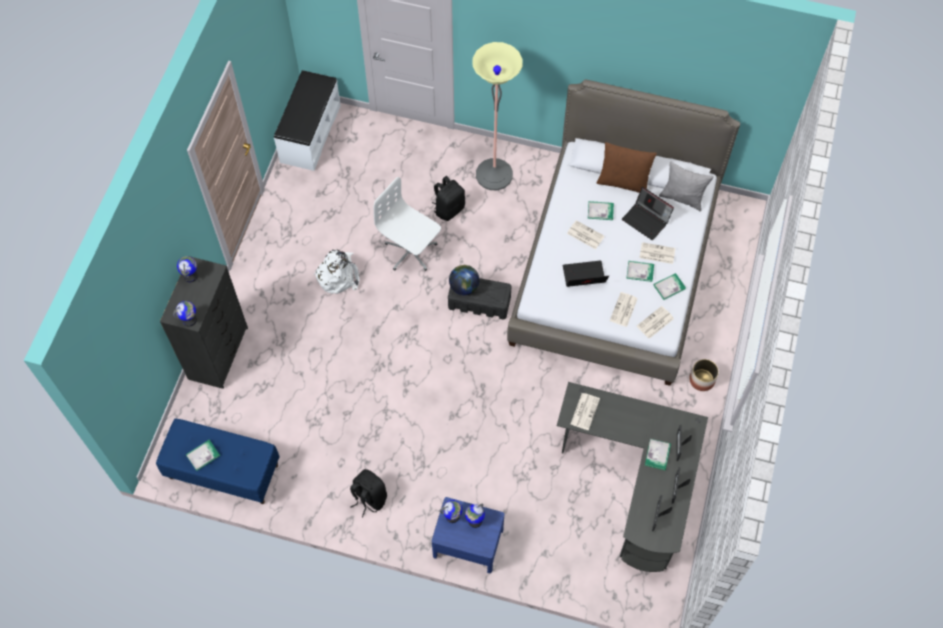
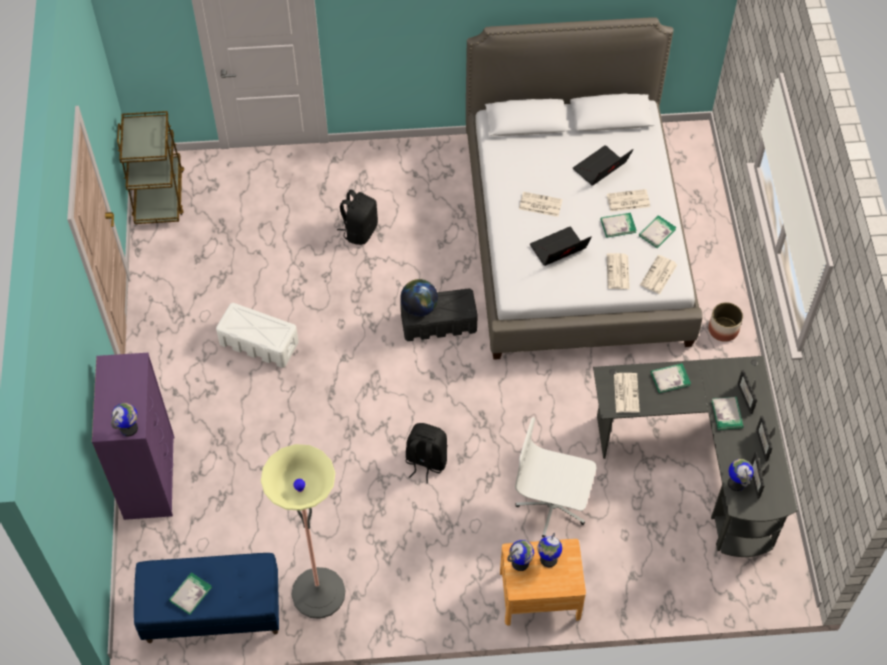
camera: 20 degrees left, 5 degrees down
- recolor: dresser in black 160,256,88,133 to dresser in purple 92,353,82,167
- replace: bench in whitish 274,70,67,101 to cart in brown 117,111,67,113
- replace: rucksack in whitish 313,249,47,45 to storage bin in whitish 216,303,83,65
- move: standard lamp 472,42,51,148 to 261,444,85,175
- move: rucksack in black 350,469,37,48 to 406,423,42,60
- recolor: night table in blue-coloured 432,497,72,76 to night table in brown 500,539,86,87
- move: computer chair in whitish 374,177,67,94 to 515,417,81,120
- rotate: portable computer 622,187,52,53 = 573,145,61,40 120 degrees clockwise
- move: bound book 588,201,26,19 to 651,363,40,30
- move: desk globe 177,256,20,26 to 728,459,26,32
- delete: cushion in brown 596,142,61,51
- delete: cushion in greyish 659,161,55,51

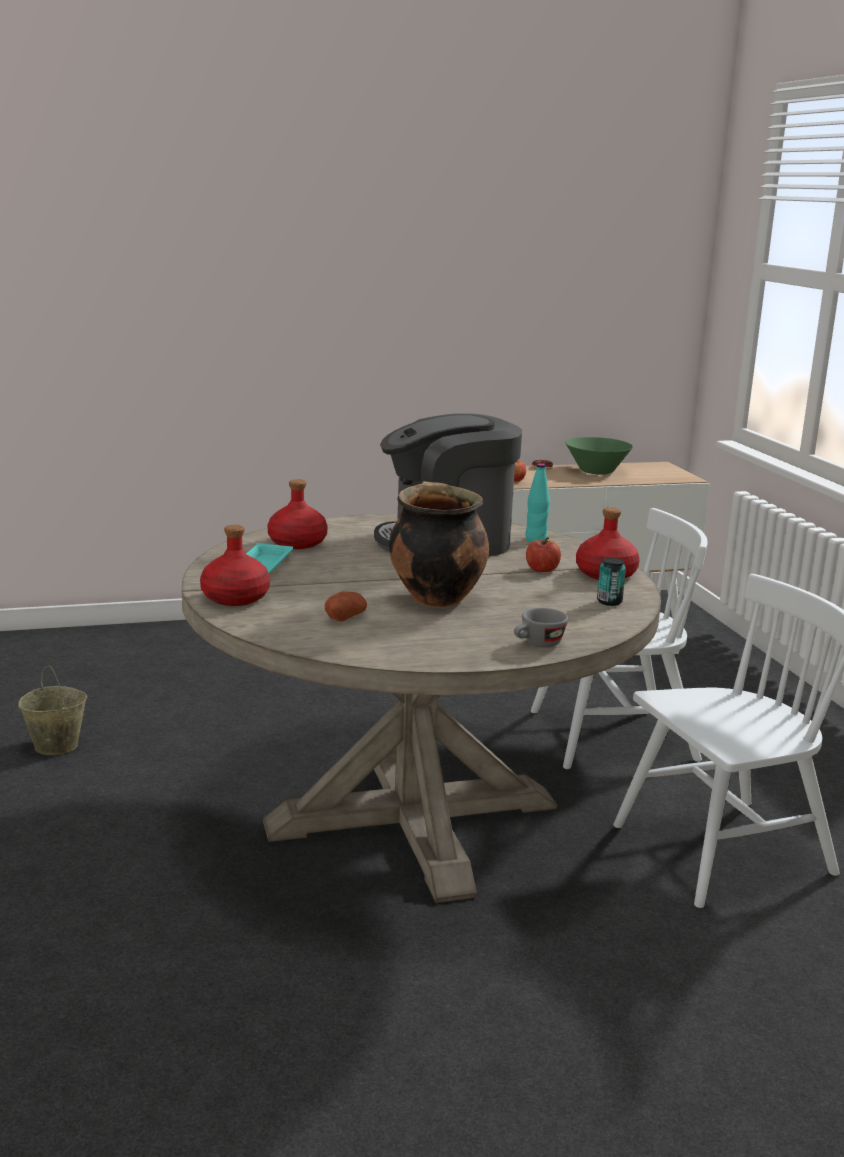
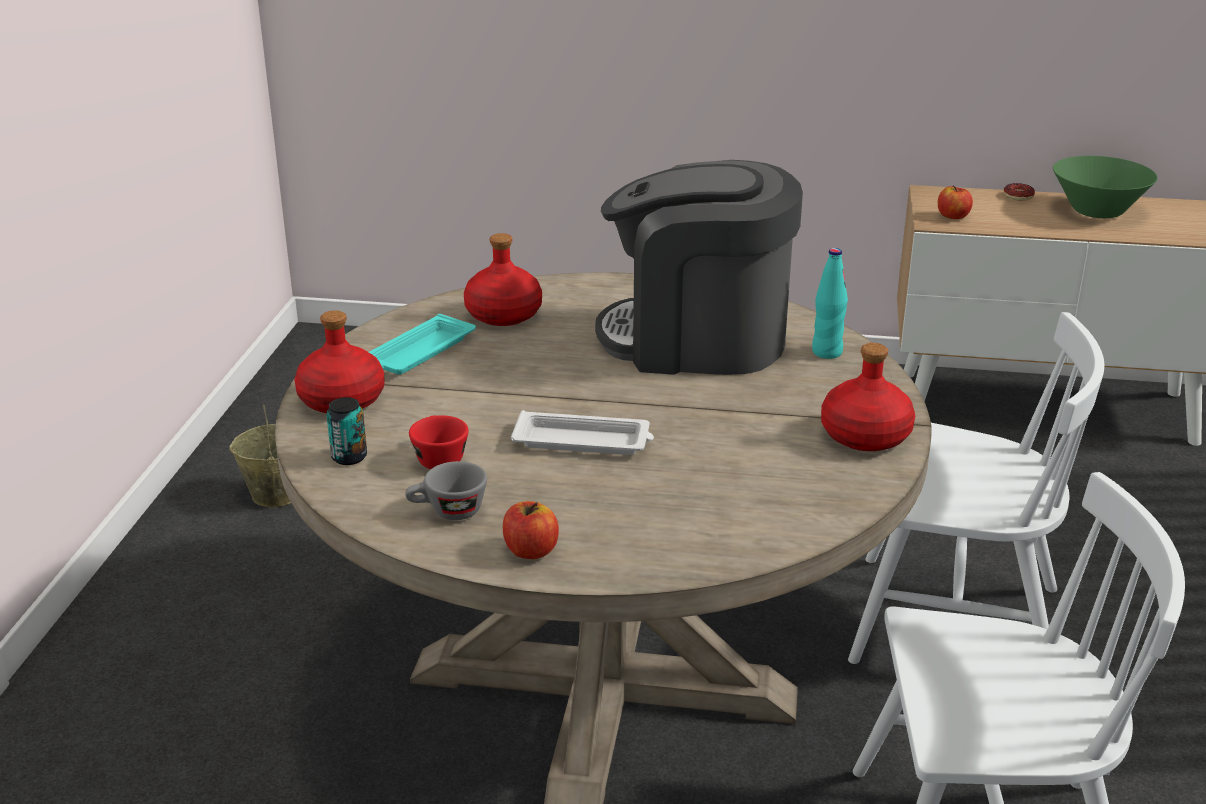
camera: 25 degrees right, 10 degrees up
- move: can 597,558,29,48 to 326,397,41,68
- move: drinking cup in greyish 514,608,54,40 to 405,461,82,59
- replace: potato 325,591,42,30 to drinking cup in reddish 409,415,59,54
- move: apple fruit 526,537,35,35 to 503,501,56,58
- replace: saucepot 389,481,100,126 to tray in whitish 511,410,143,45

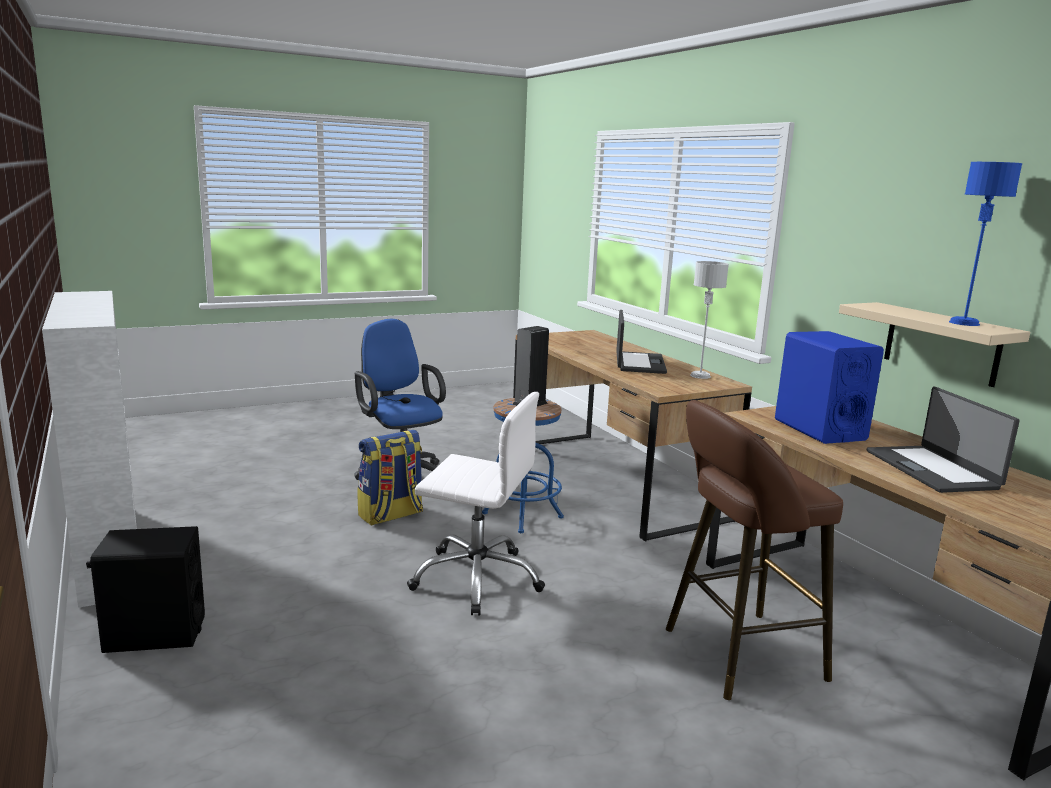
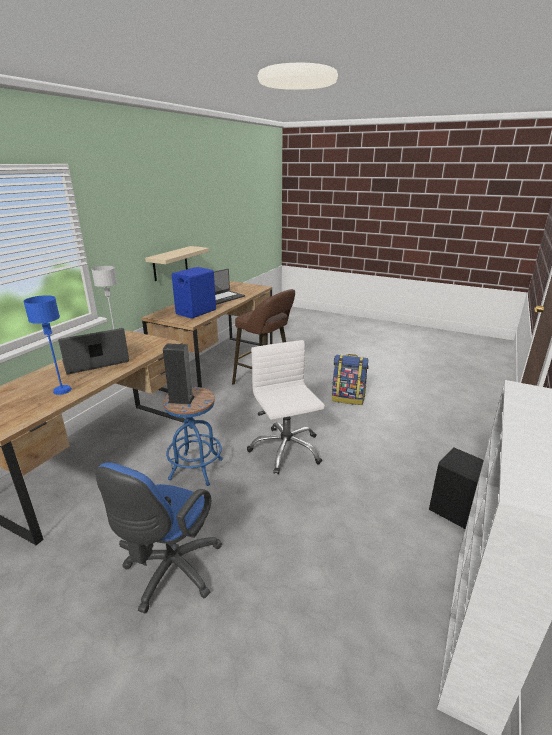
camera: 125 degrees left, 10 degrees up
- move: lamp for a table in blue-coloured 949,162,73,164 to 23,295,49,100
- move: rucksack 357,430,66,96 to 332,354,36,51

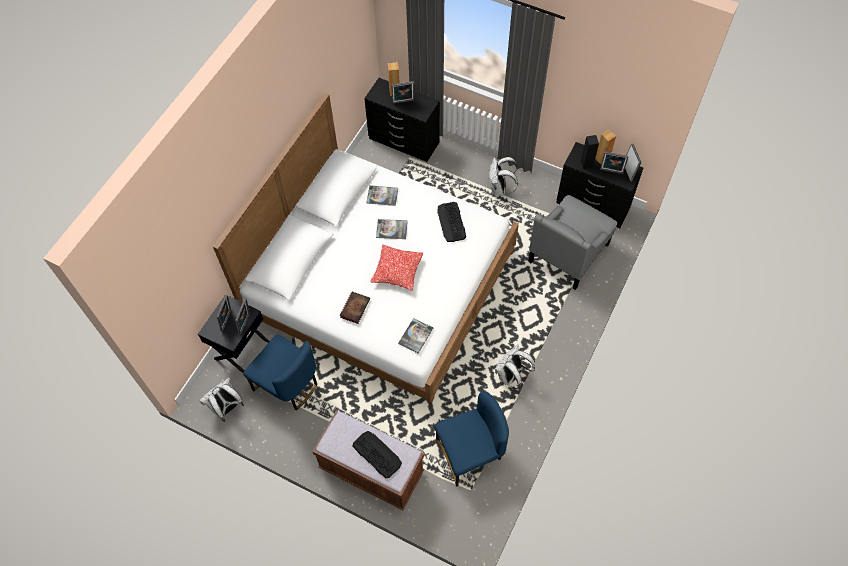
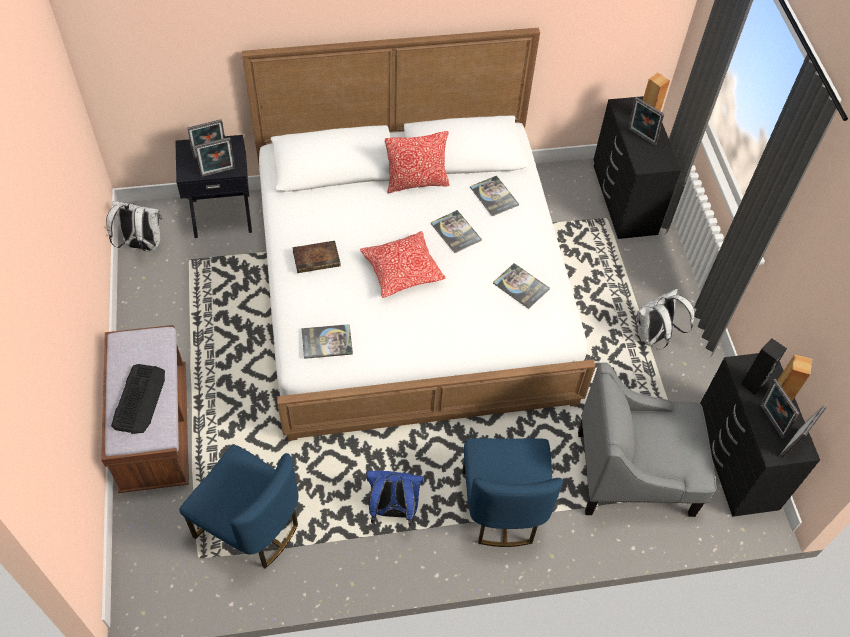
camera: 50 degrees right, 5 degrees down
- recolor: rucksack in whitish 495,344,40,45 to rucksack in blue-coloured 366,471,58,55
- insert: cushion 385,131,64,62
- move: plain chair in blue-coloured 243,334,74,76 to 462,438,101,109
- replace: PC keyboard 437,202,29,40 to bound book 493,263,57,46

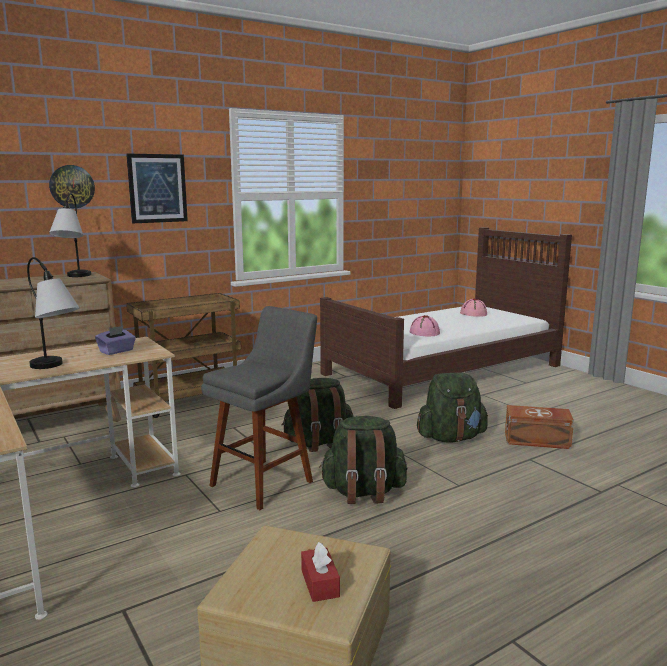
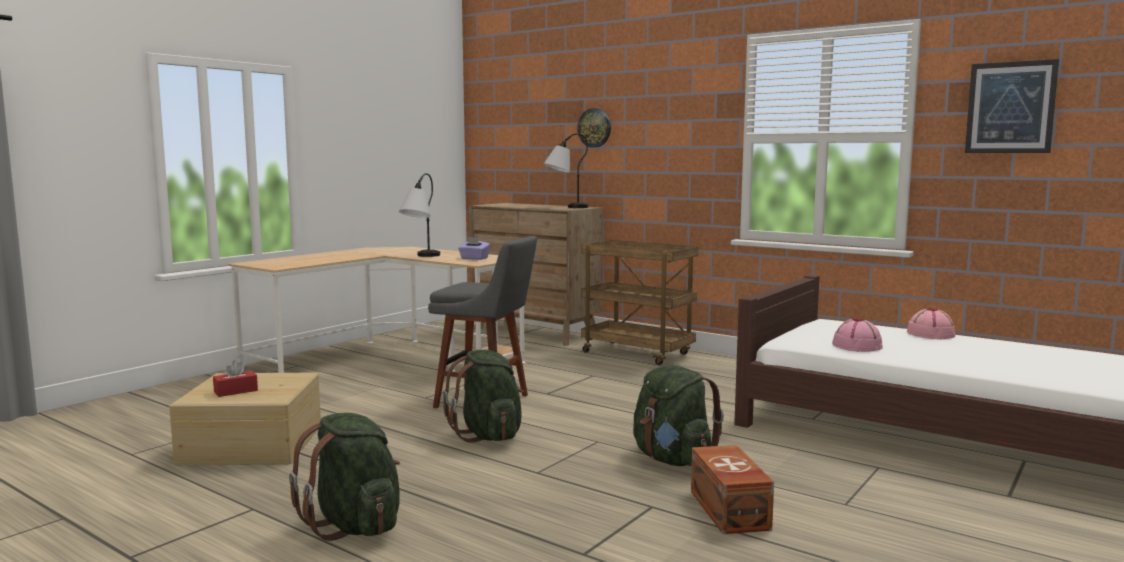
camera: 70 degrees right, 5 degrees down
- move: rucksack in green-coloured 282,378,72,74 to 289,413,111,128
- move: clothing hat in pink-coloured 460,299,27,18 to 907,308,49,31
- move: wall art 126,153,62,70 to 965,59,94,94

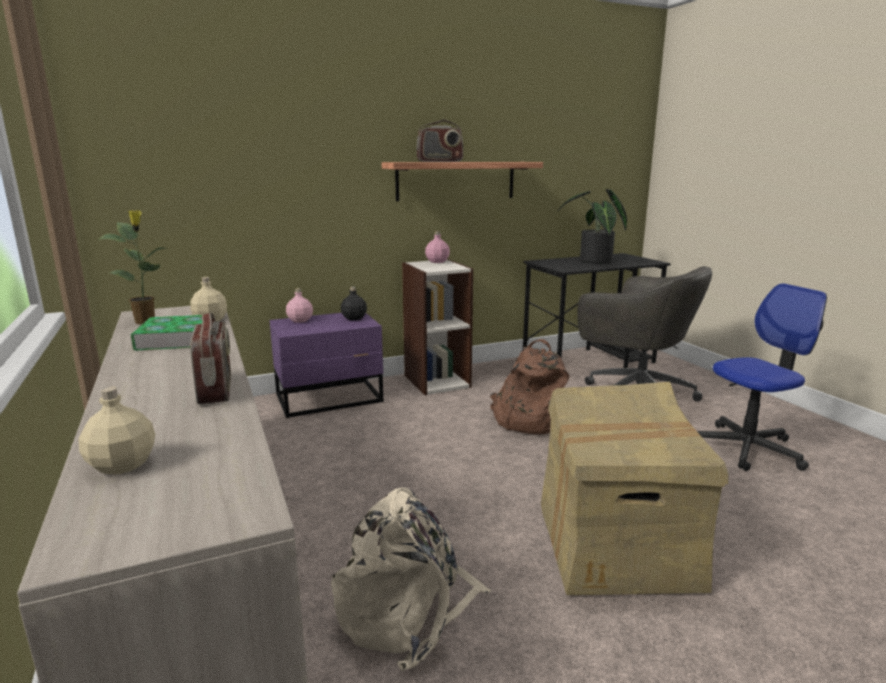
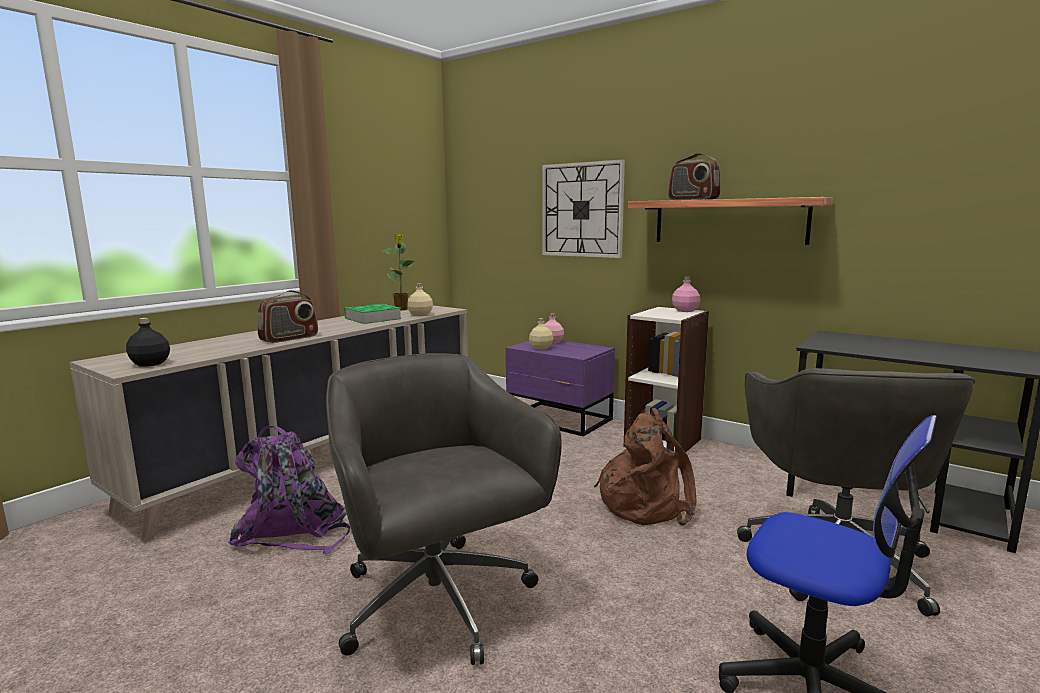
camera: 60 degrees right, 5 degrees down
- move: bottle in black 341,287,26,33 to 126,318,44,49
- recolor: rucksack in beige 331,487,160,184 to rucksack in purple 228,425,122,129
- replace: cardboard box 541,382,187,213 to computer chair in greyish 326,353,236,312
- move: bottle in beige 78,387,77,87 to 529,318,24,32
- insert: wall clock 542,159,83,99
- delete: plant in a pot 557,189,70,75

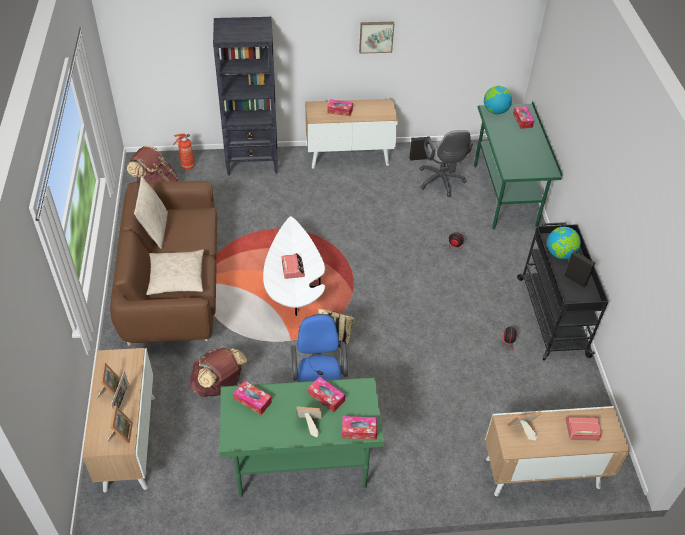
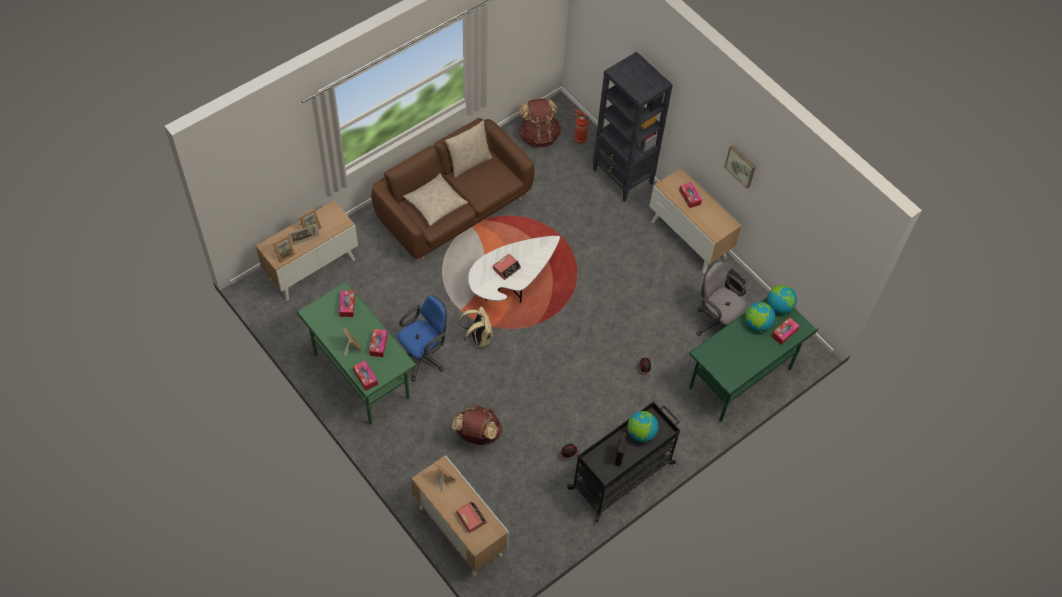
camera: 55 degrees right, 10 degrees up
- move: rucksack in brown 190,347,57,50 to 452,405,51,40
- rotate: computer chair in greyish 420,130,53,67 = 696,261,50,75 90 degrees clockwise
- insert: desk globe 745,302,30,30

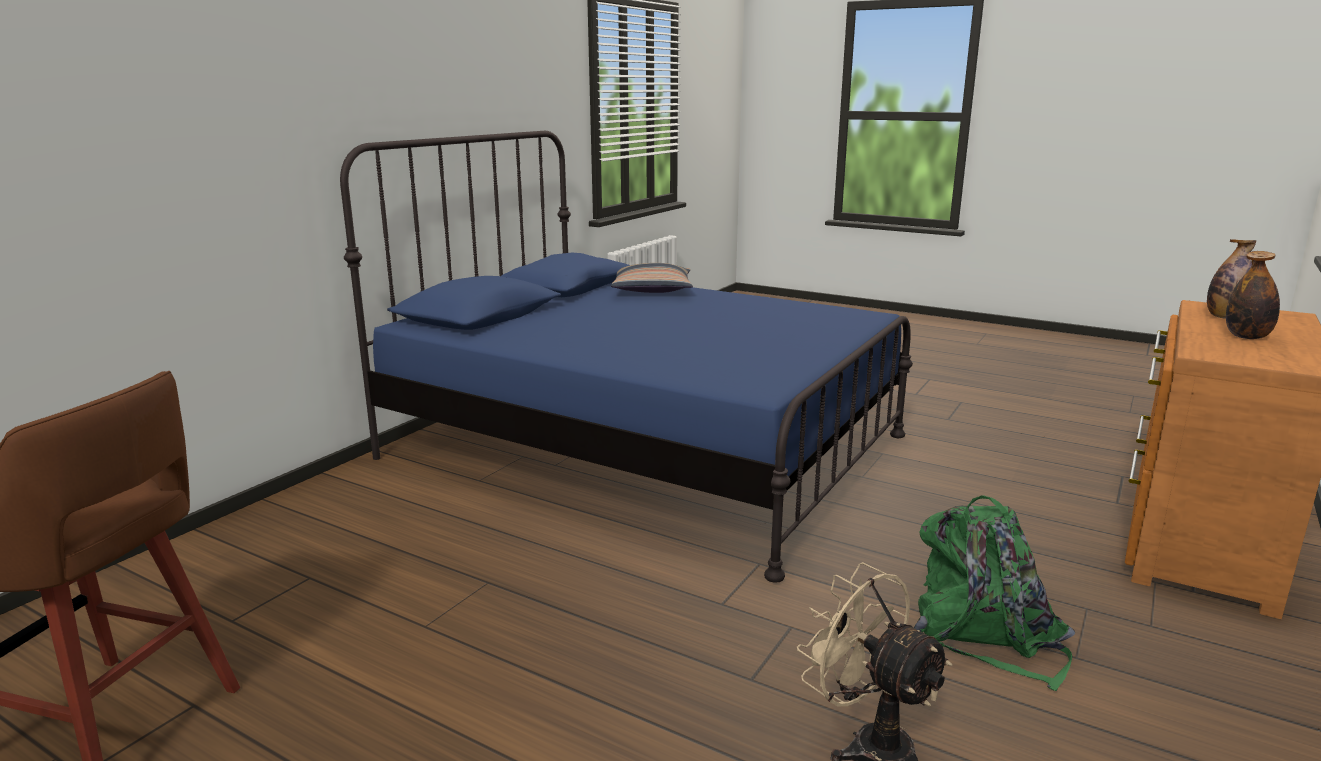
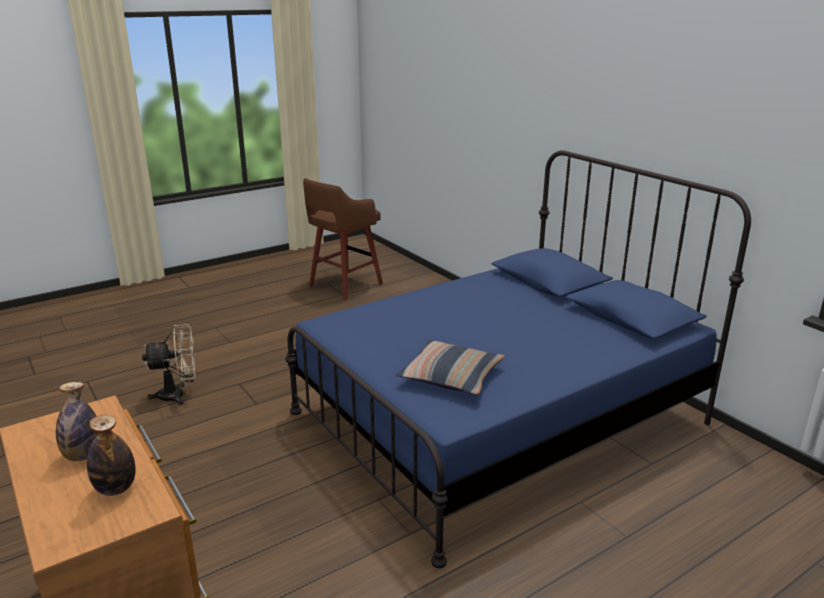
camera: 115 degrees right, 5 degrees up
- move: cushion 611,263,82,30 to 396,340,109,55
- delete: rucksack in green-coloured 914,495,161,196

